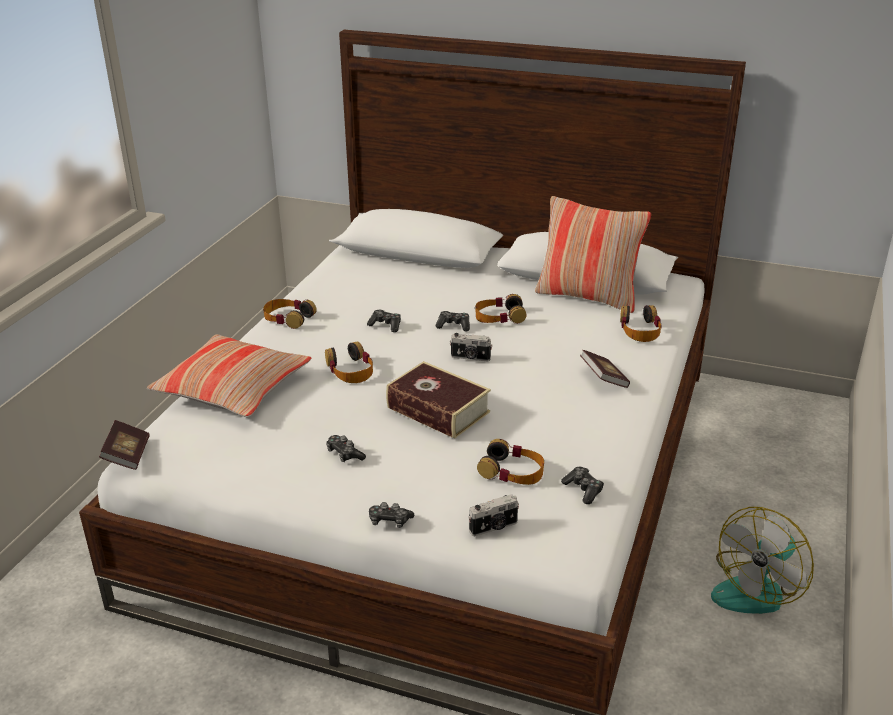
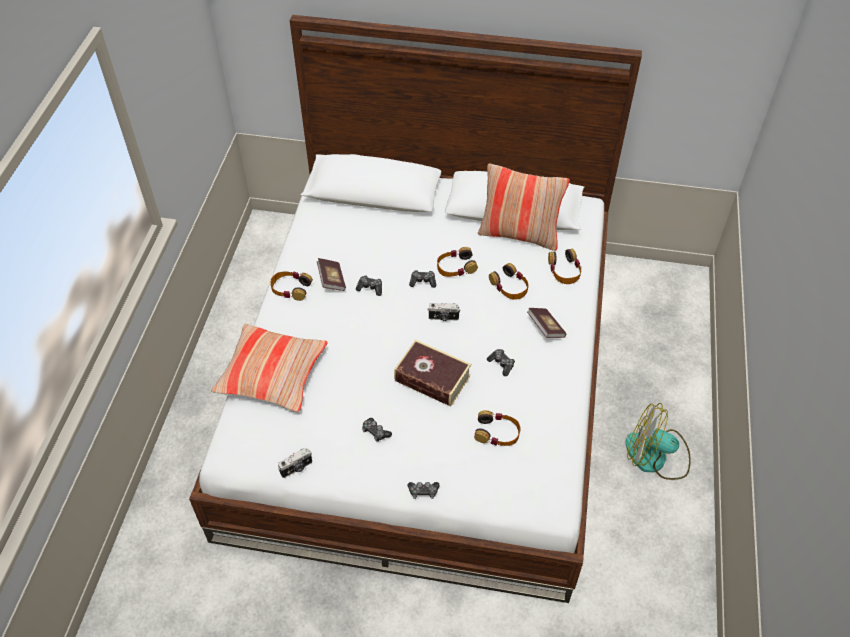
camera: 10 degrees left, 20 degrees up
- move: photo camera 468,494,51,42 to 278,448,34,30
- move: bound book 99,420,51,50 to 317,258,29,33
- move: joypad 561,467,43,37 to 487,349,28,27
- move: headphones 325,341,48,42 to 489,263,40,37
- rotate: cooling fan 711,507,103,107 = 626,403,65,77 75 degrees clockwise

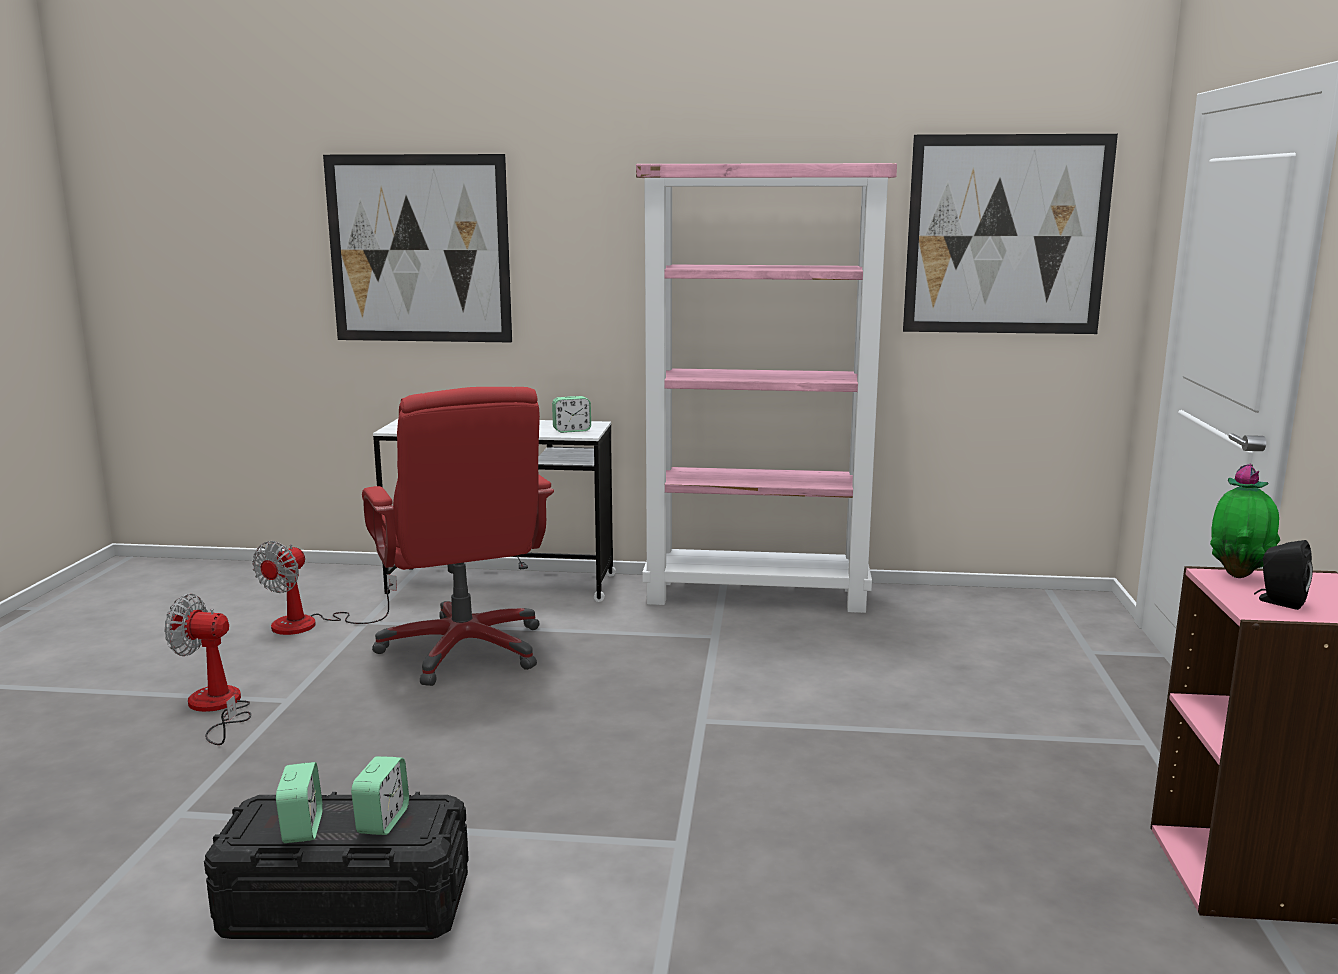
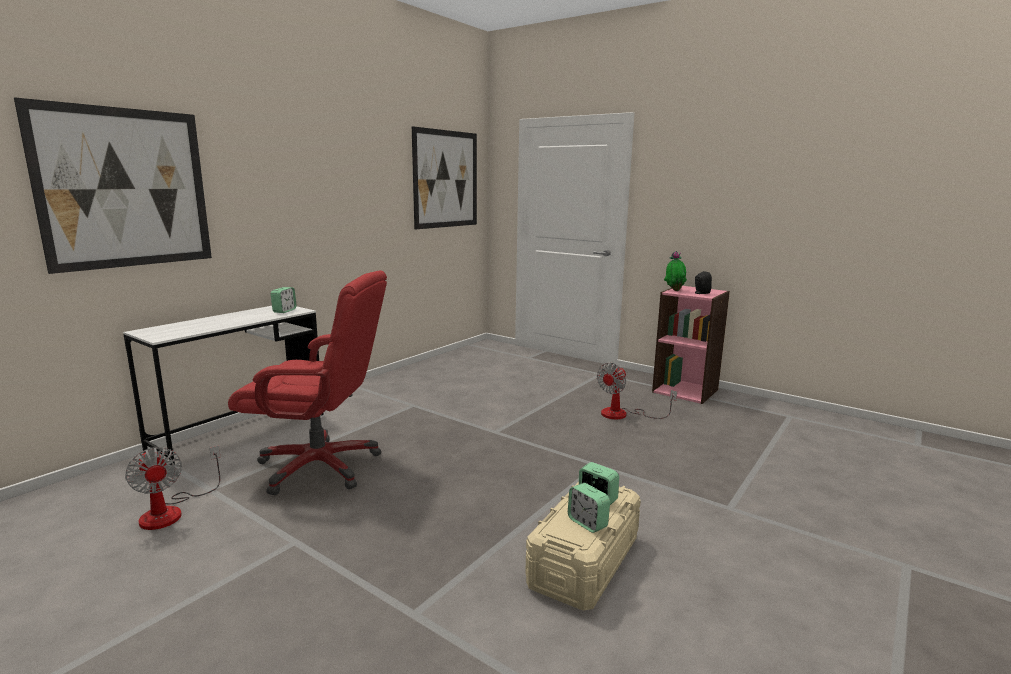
camera: 60 degrees left, 0 degrees up
- recolor: storage bin in black 204,792,265,147 to storage bin in beige 525,482,116,128
- rotate: bedside clock 276,762,47,81 = 568,483,42,50 150 degrees counterclockwise
- move: cooling fan 164,594,87,151 to 597,363,80,56
- delete: bookshelf in pink-coloured 636,163,261,450

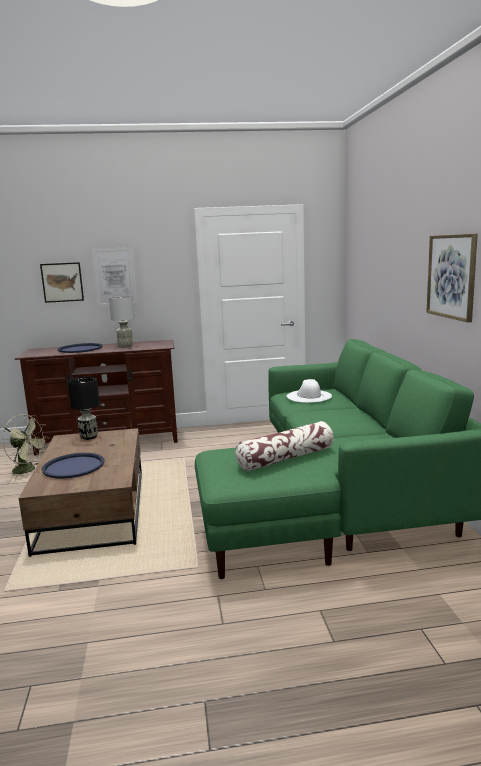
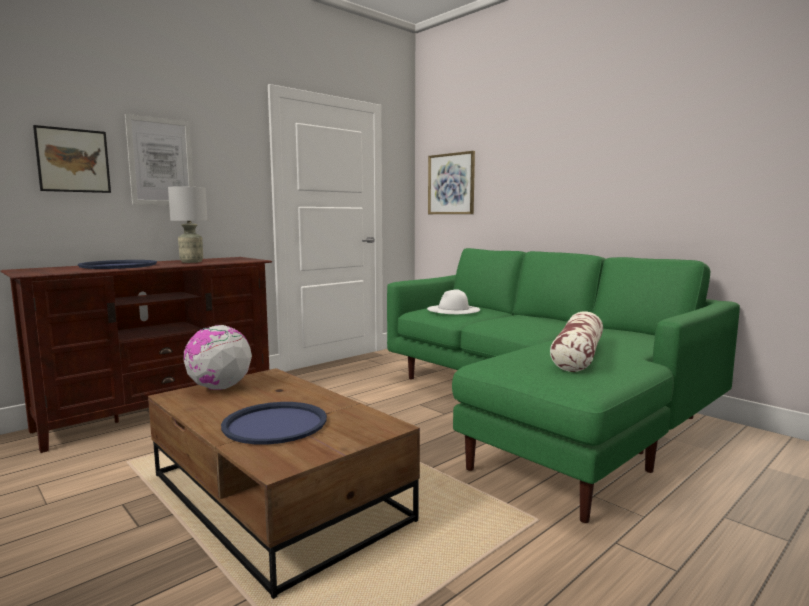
camera: 35 degrees left, 5 degrees down
- replace: lamp for a table in black 68,377,32,63 to desk globe 184,325,68,65
- move: wall art 427,234,51,88 to 428,151,47,63
- delete: cooling fan in green-coloured 2,414,45,64

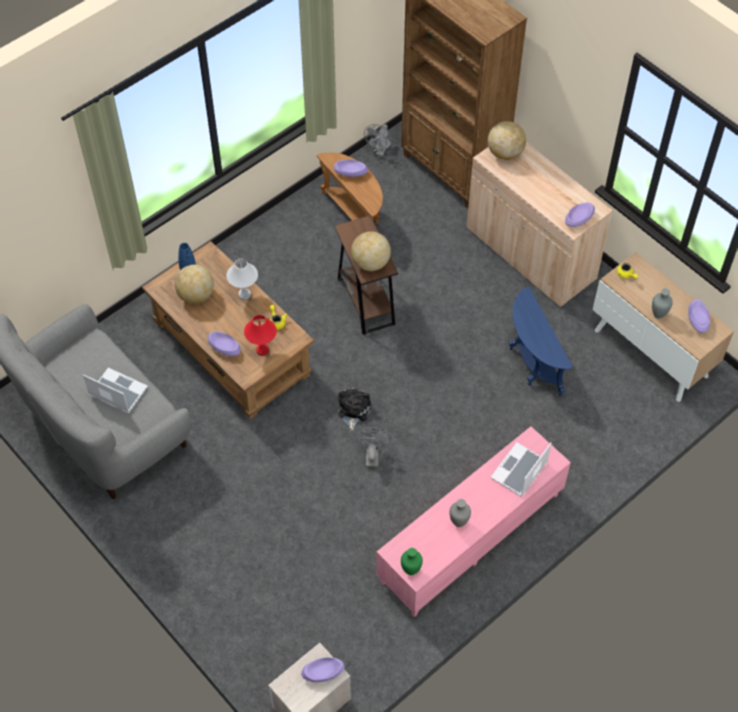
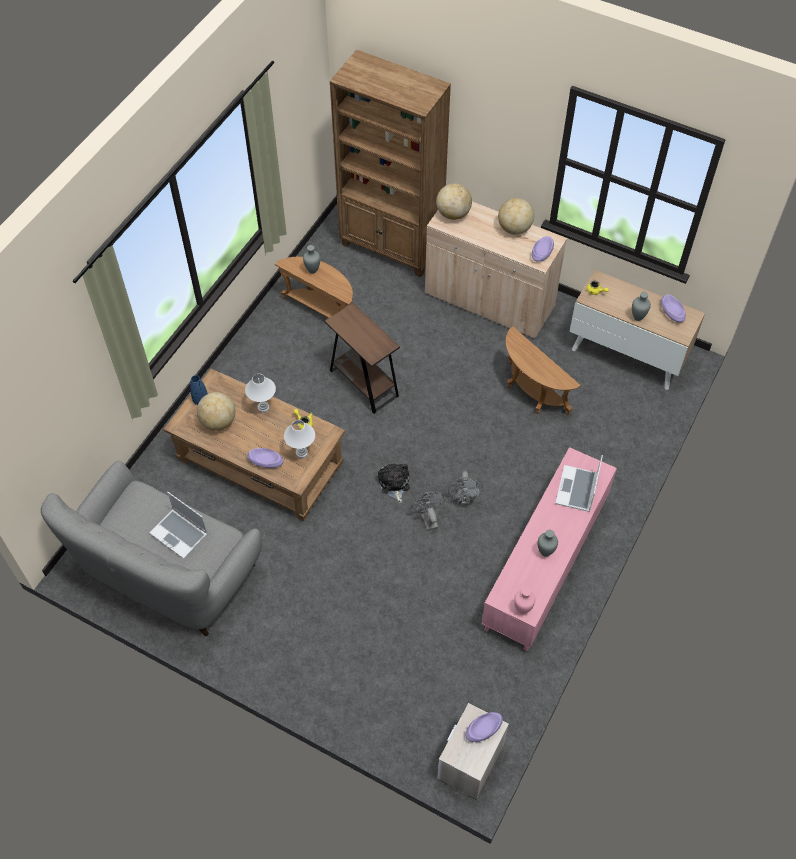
camera: 20 degrees left, 0 degrees up
- rotate: portable computer 83,368,65,46 = 150,492,58,67 150 degrees counterclockwise
- recolor: lamp for a table in reddish 244,315,33,41 to lamp for a table in whitish 284,420,31,38
- replace: deep dish in purple 333,160,35,17 to vase in greyish 303,245,17,29
- move: cooling fan in greyish 364,124,29,33 to 448,471,35,33
- move: desk globe 351,231,40,40 to 498,198,36,37
- recolor: side table in blue-coloured 509,287,64,109 to side table in brown 506,327,75,89
- recolor: vase in green-coloured 401,548,22,27 to vase in pink-coloured 514,587,21,27

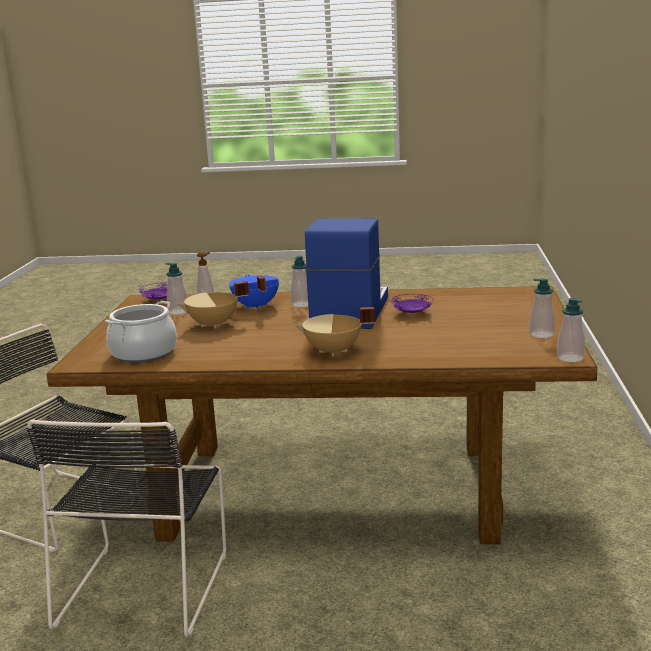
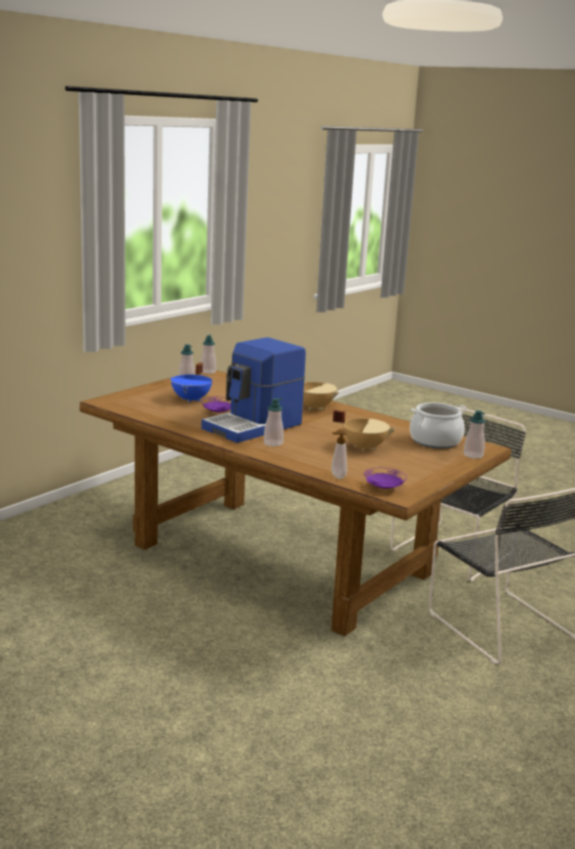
camera: 150 degrees left, 0 degrees up
- move: saucepot in blue-coloured 229,275,50,35 to 171,362,41,41
- move: soap bottle 165,263,22,51 to 463,410,22,49

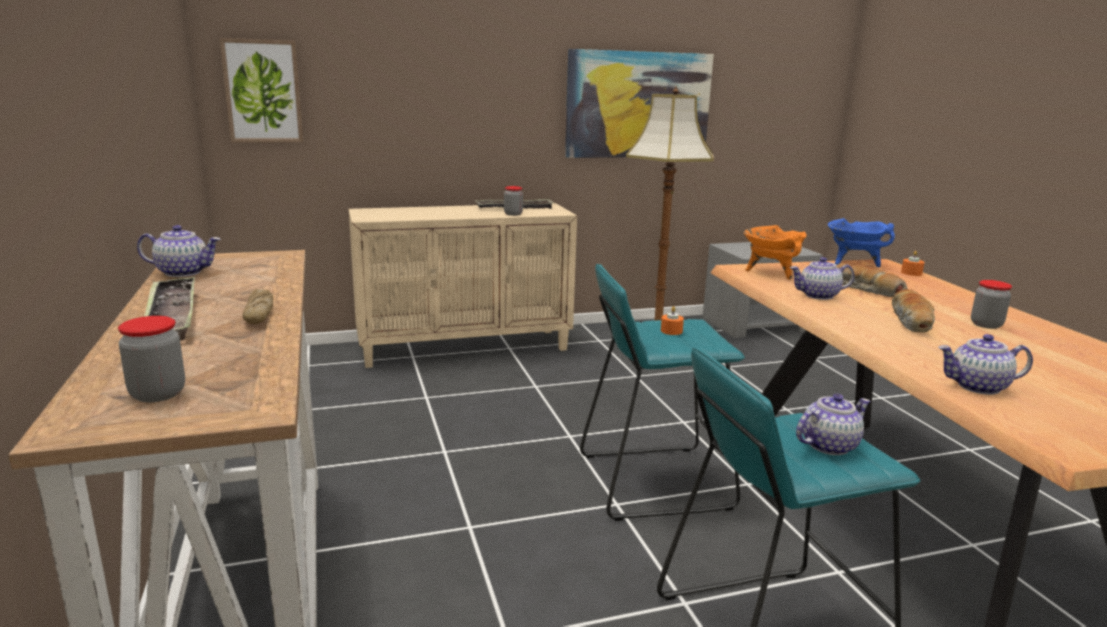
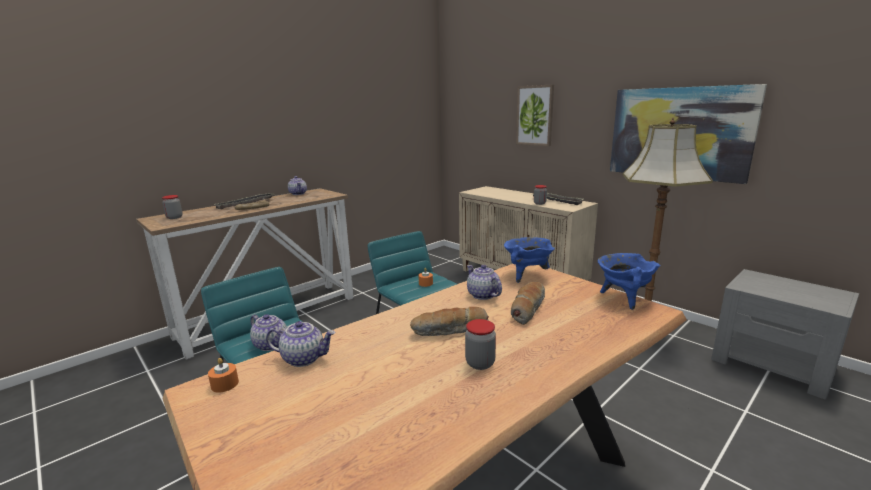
camera: 65 degrees right, 0 degrees up
- move: wax light in orangey 901,251,24,25 to 208,358,31,35
- rotate: pot for tea 938,334,95,61 = 266,321,69,46 120 degrees clockwise
- recolor: saucepot in orangey 744,225,62,55 to saucepot in blue-coloured 504,237,51,46
- move: wall art 220,38,83,104 to 516,85,38,61

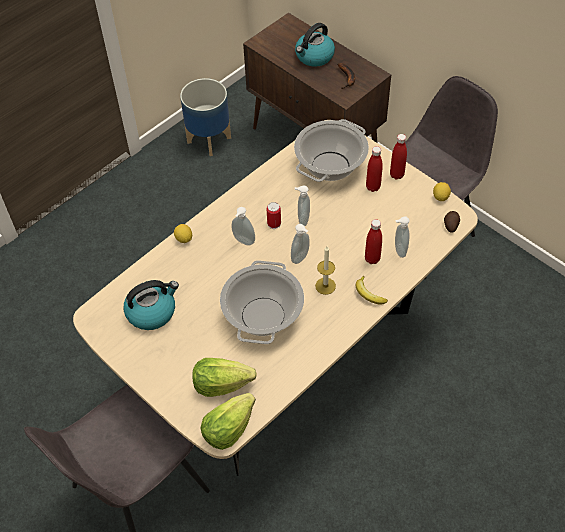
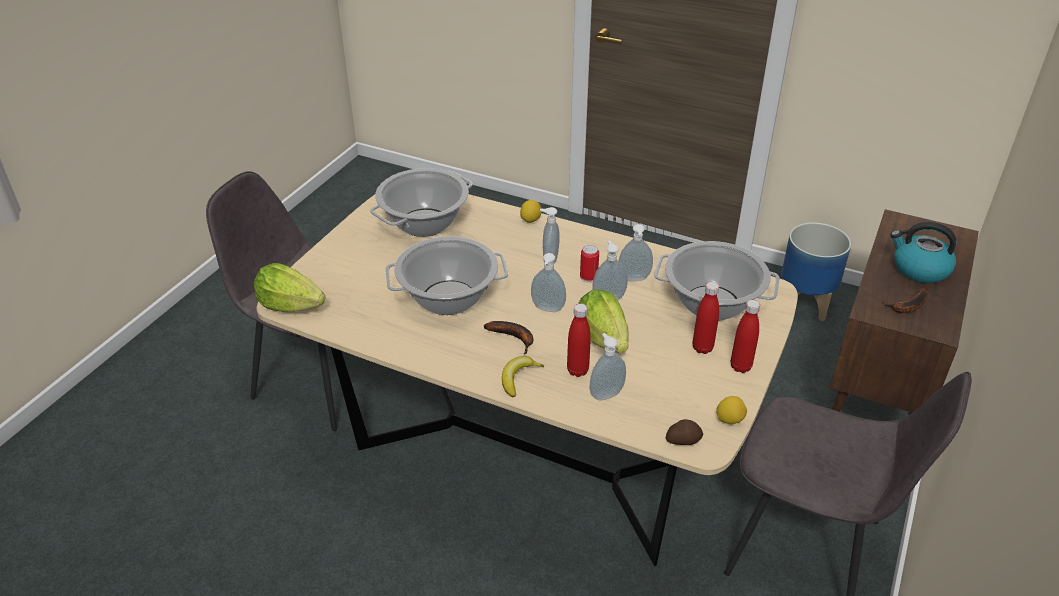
camera: 70 degrees right, 15 degrees down
- replace: tea kettle 124,280,55,50 to saucepot 370,168,103,69
- replace: wax light 315,246,21,49 to banana 483,321,50,33
- move: lettuce head 192,358,65,39 to 578,289,51,64
- insert: soap bottle 619,224,34,57

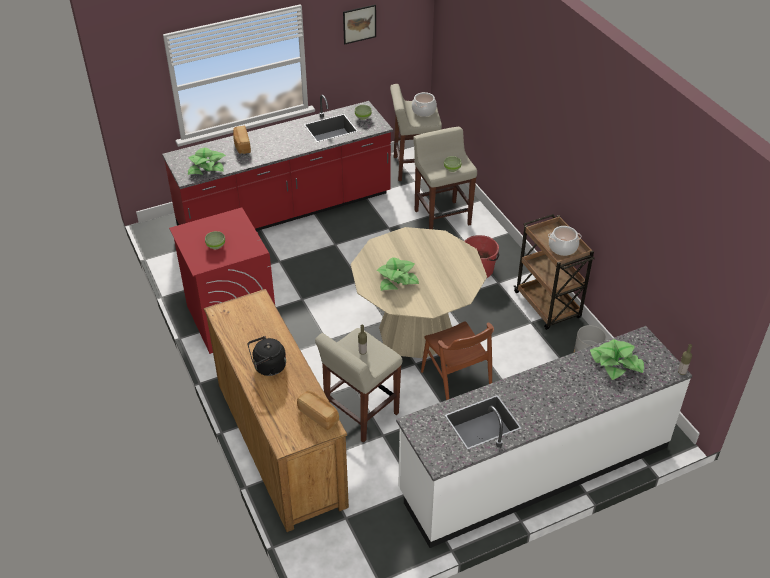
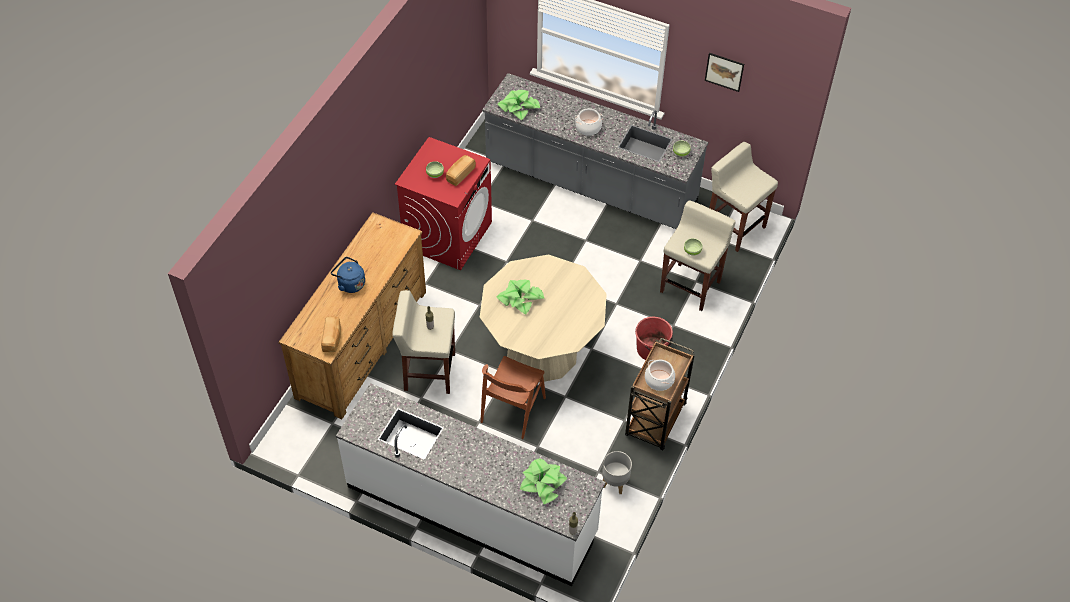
camera: 50 degrees right, 10 degrees up
- recolor: tea kettle in black 248,336,38,40 to tea kettle in blue-coloured 331,257,34,36
- move: baked bread 233,125,18,29 to 446,155,30,31
- recolor: counter in reddish 162,95,231,136 to counter in greyish 482,73,226,156
- move: saucepot 412,92,25,25 to 575,108,28,28

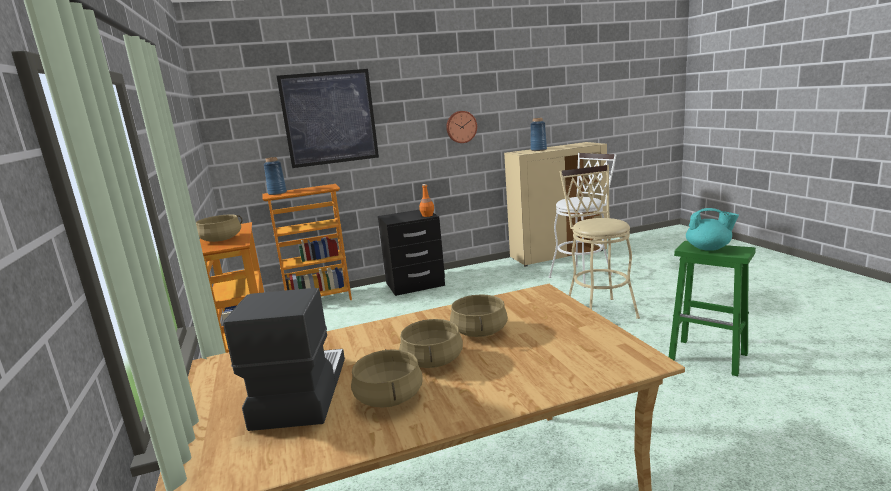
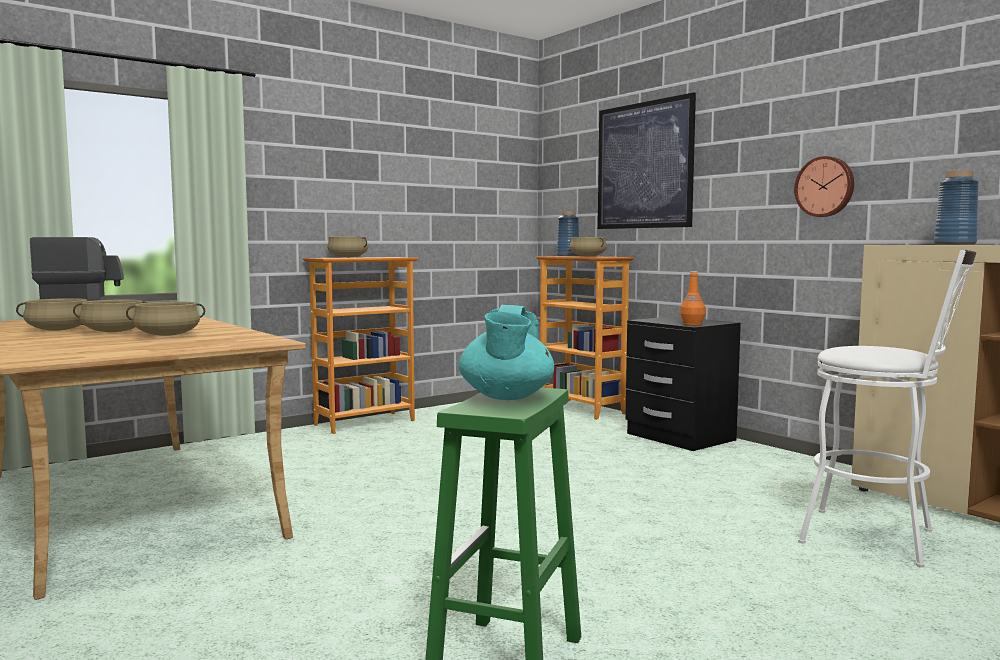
camera: 70 degrees right, 10 degrees down
- insert: saucepot in beige 569,237,38,20
- delete: sitting stool in beige 560,165,80,154

